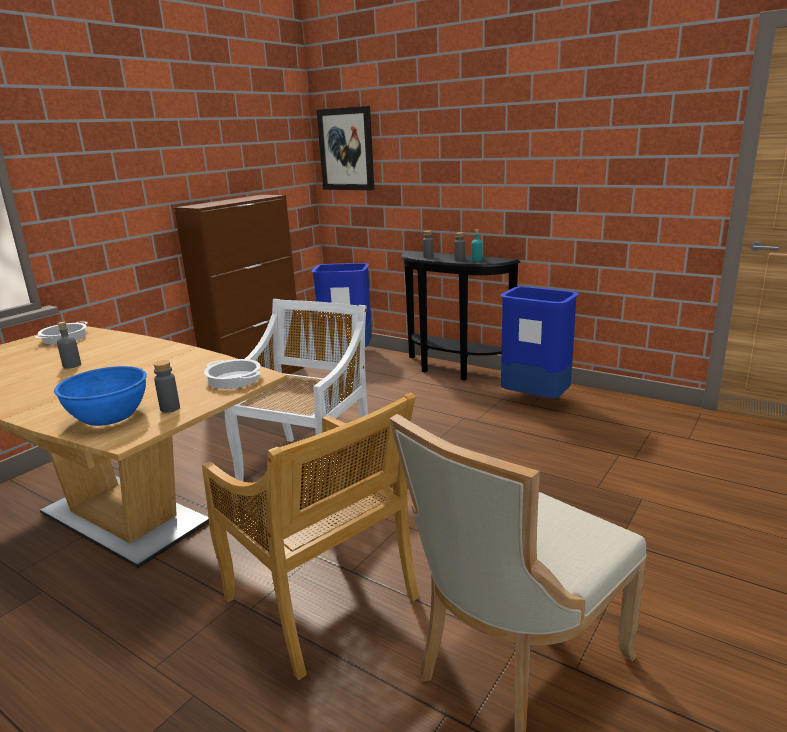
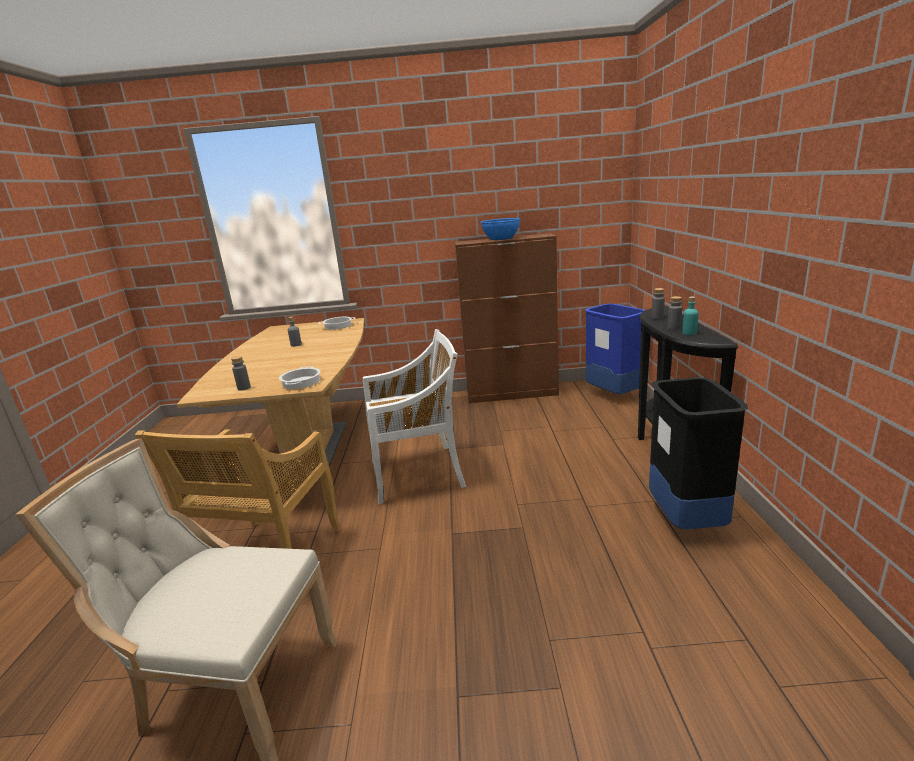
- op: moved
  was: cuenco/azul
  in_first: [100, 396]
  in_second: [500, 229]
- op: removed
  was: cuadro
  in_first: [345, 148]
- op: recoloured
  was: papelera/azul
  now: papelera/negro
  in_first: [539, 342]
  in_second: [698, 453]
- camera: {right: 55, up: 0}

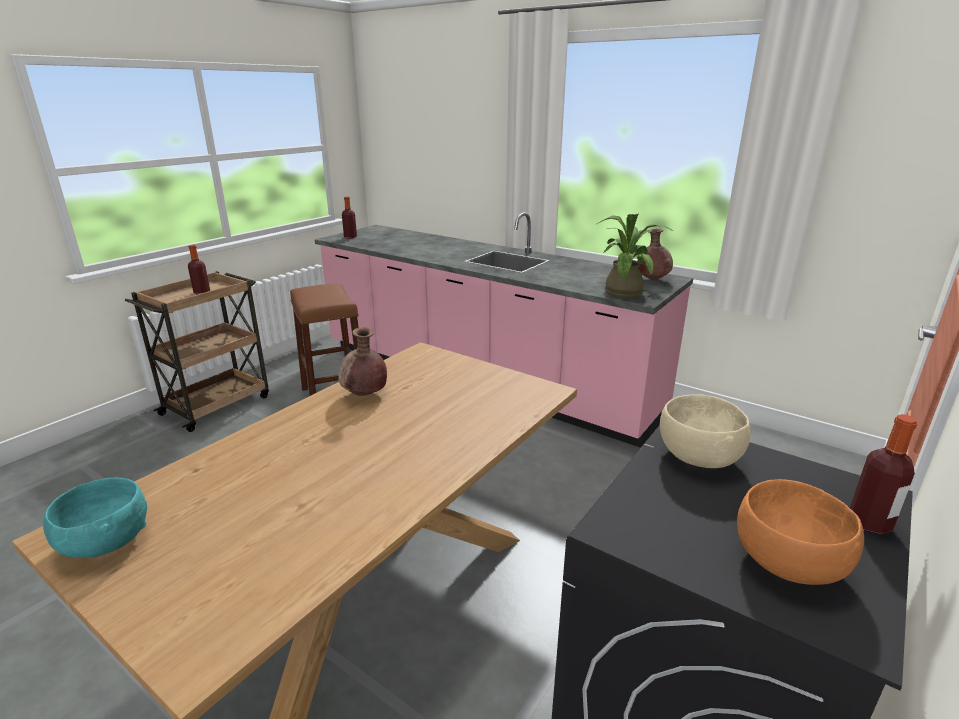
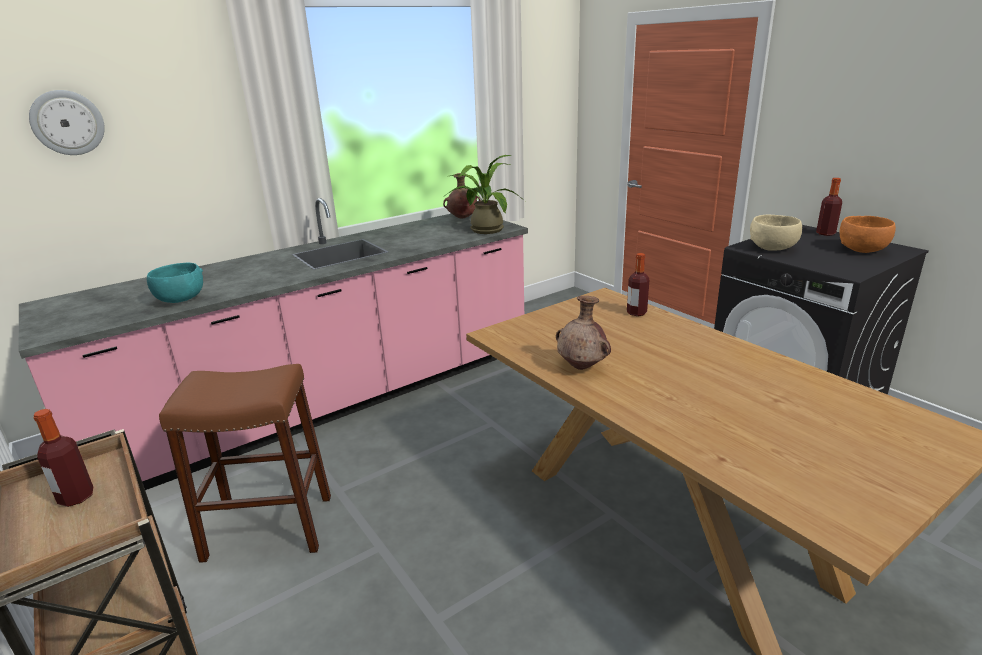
- op: moved
  was: cuenco/turquesa
  in_first: [95, 517]
  in_second: [175, 283]
- op: moved
  was: botella
  in_first: [349, 218]
  in_second: [638, 284]
- op: added
  now: reloj de pared
  in_second: [67, 122]
- camera: {right: -70, up: 0}

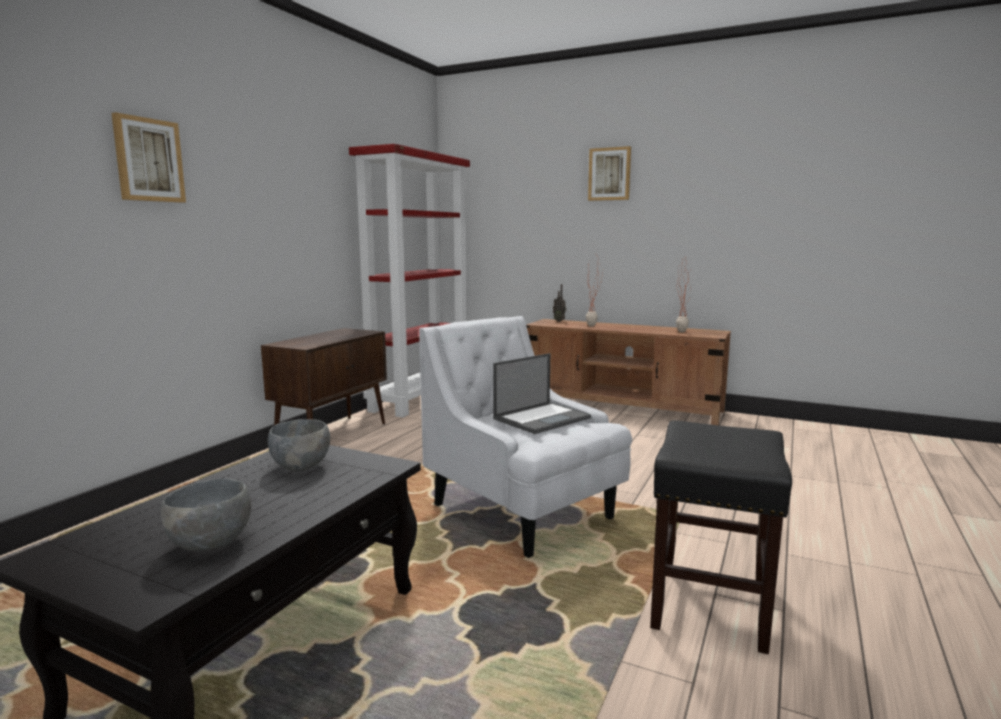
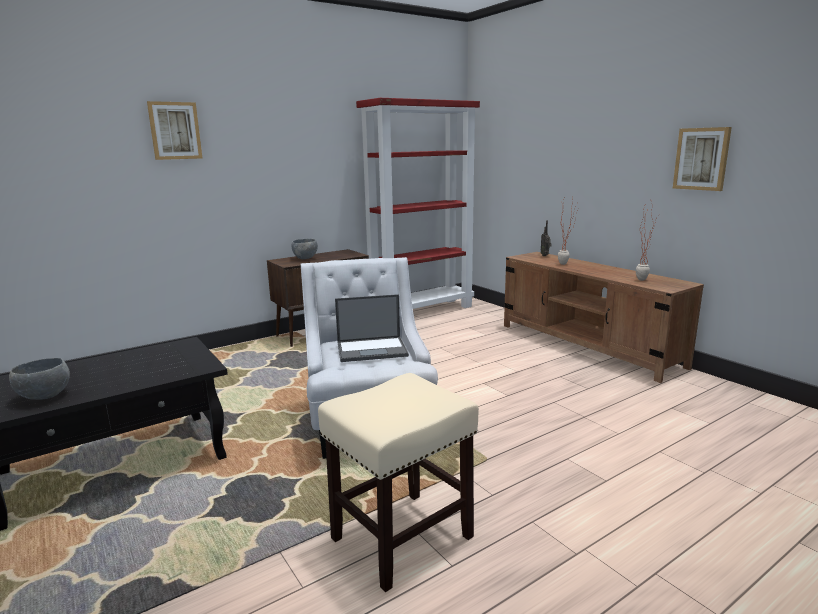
- op: moved
  was: cuenco/gris
  in_first: [299, 445]
  in_second: [305, 249]
- op: moved
  was: cuadro
  in_first: [609, 173]
  in_second: [702, 159]
- op: recoloured
  was: taburete/negro
  now: taburete/beis
  in_first: [721, 537]
  in_second: [398, 482]
- camera: {right: 30, up: 5}

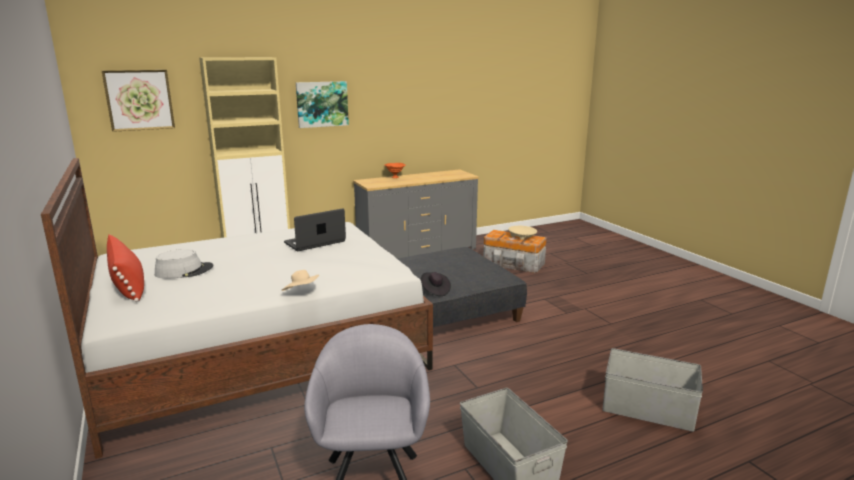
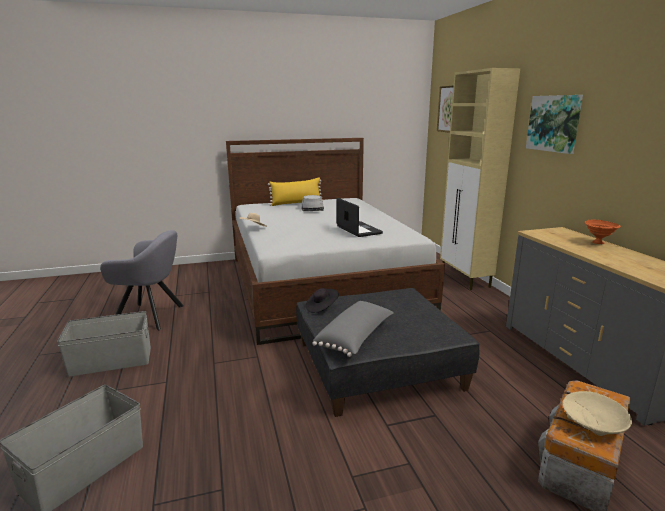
- op: recoloured
  was: cojín/rojo
  now: cojín/amarillo
  in_first: [125, 268]
  in_second: [295, 191]
- op: added
  now: cojín/gris
  in_second: [353, 329]
- camera: {right: 100, up: 0}

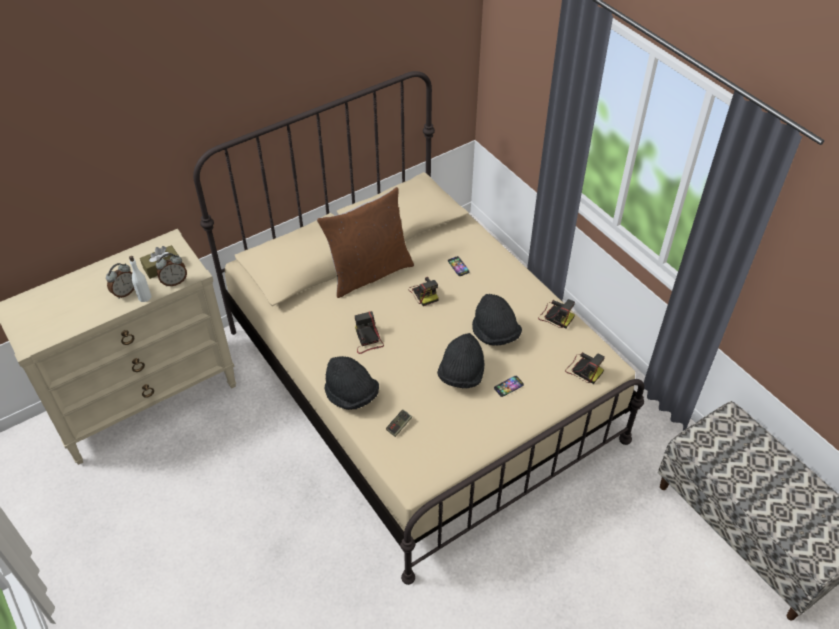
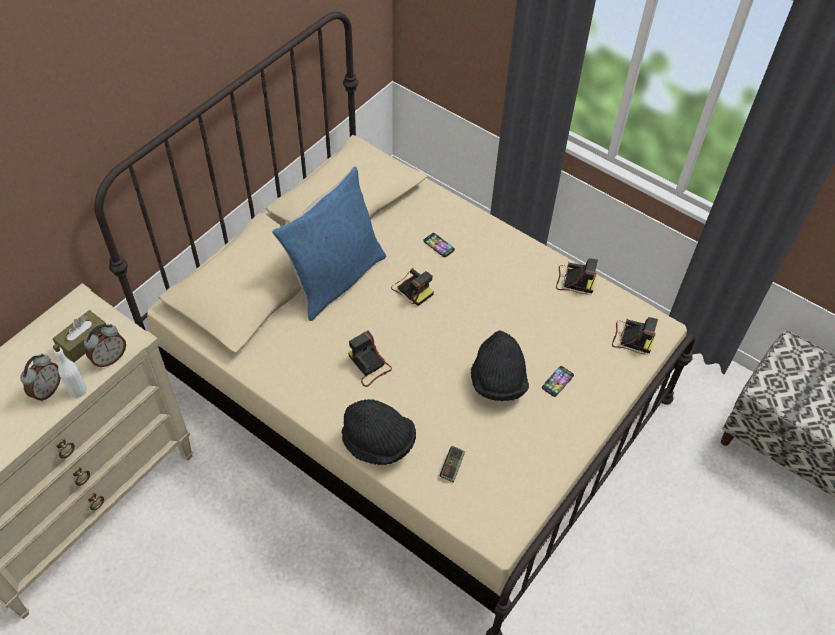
- op: recoloured
  was: cojín/marrón
  now: cojín/azul
  in_first: [365, 242]
  in_second: [329, 244]
- op: removed
  was: sombrero/negro
  in_first: [497, 320]
- camera: {right: -20, up: 5}

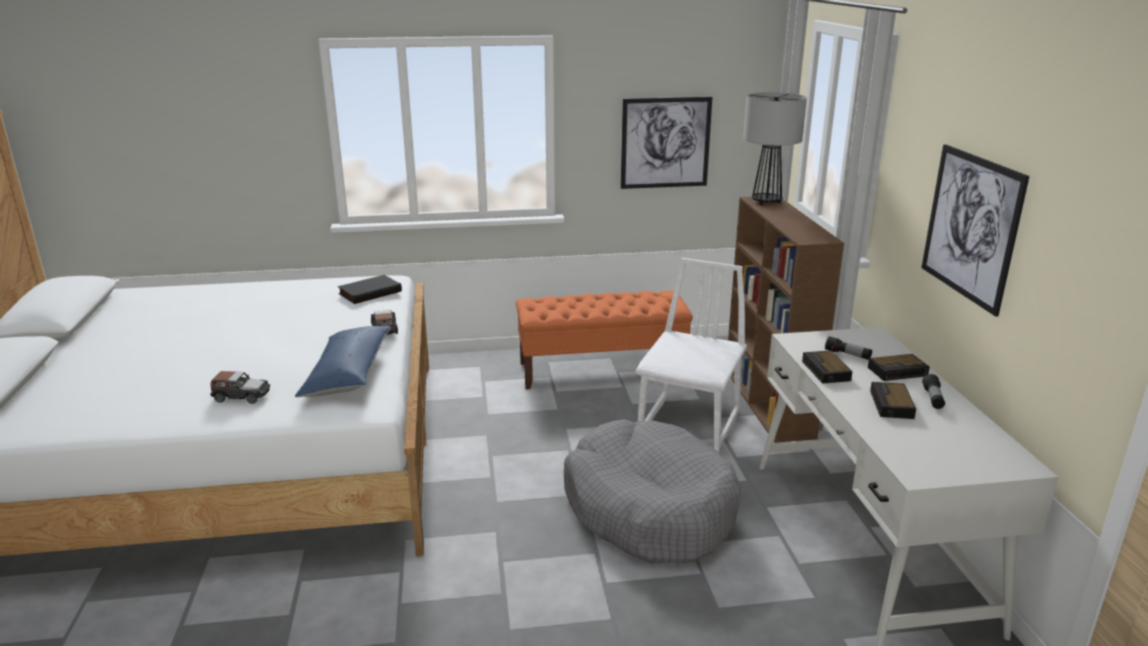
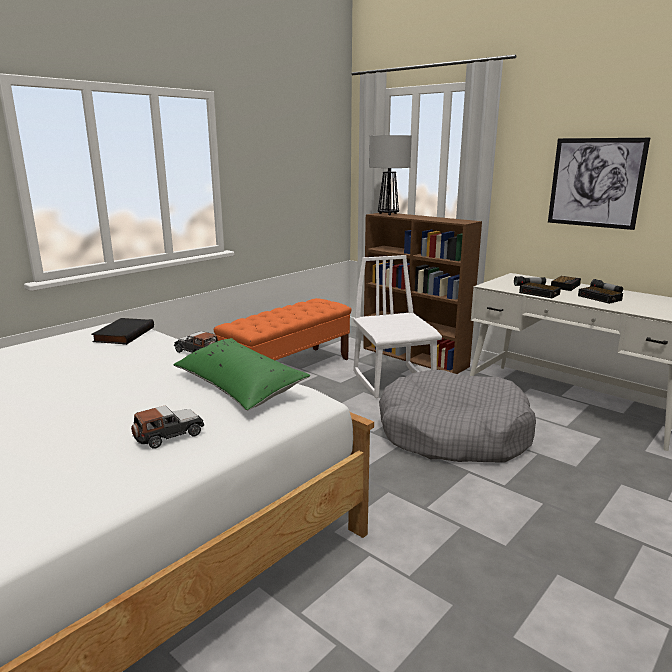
- op: recoloured
  was: cojín/azul
  now: cojín/verde
  in_first: [343, 361]
  in_second: [241, 374]
- op: removed
  was: cuadro
  in_first: [666, 143]
- camera: {right: -40, up: -5}

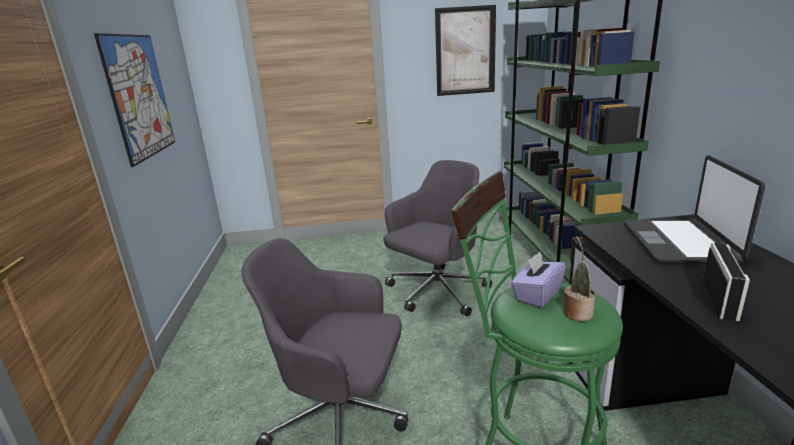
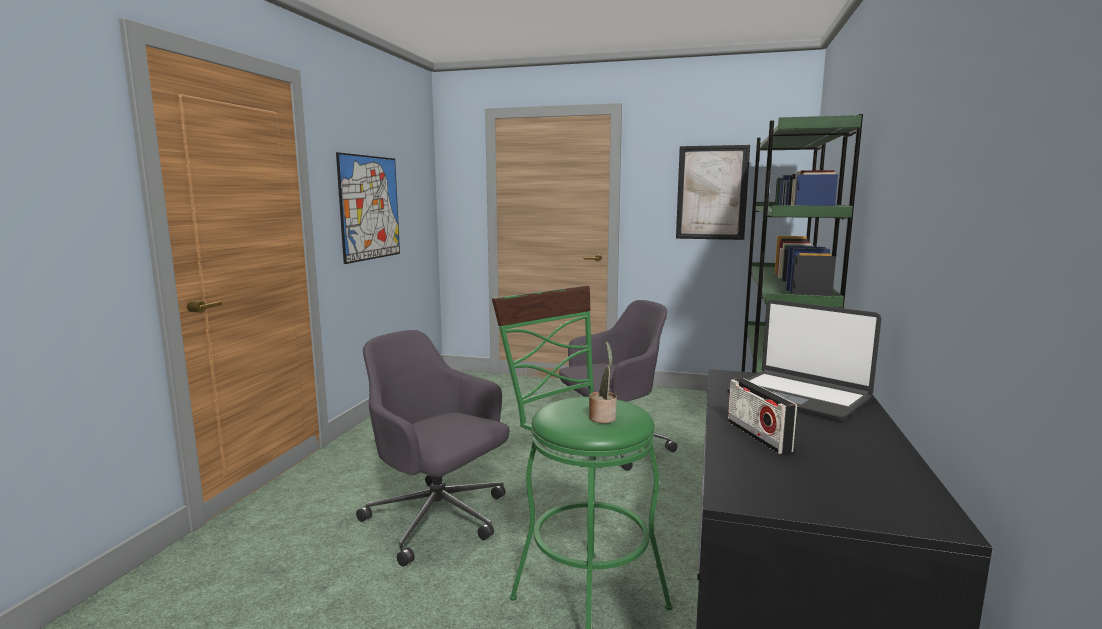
- op: removed
  was: caja de pañuelos/morado
  in_first: [538, 279]
- op: turned
  was: portátil
  in_first: [694, 209]
  in_second: [804, 359]
  clockwise: -75
- op: turned
  was: radio
  in_first: [726, 282]
  in_second: [762, 416]
  clockwise: 120
- camera: {right: 20, up: -10}

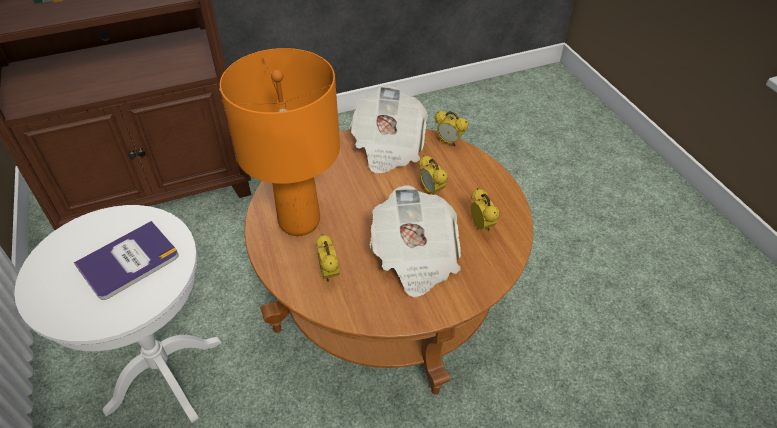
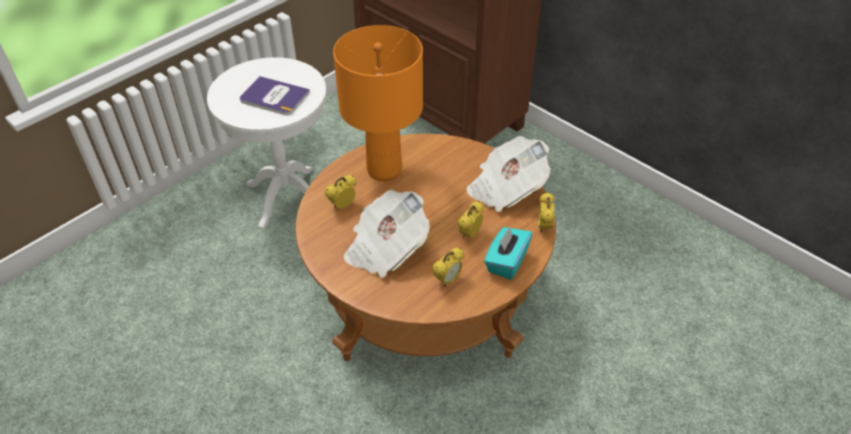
- op: added
  now: caja de pañuelos/turquesa
  in_second: [508, 253]
- camera: {right: 65, up: 0}

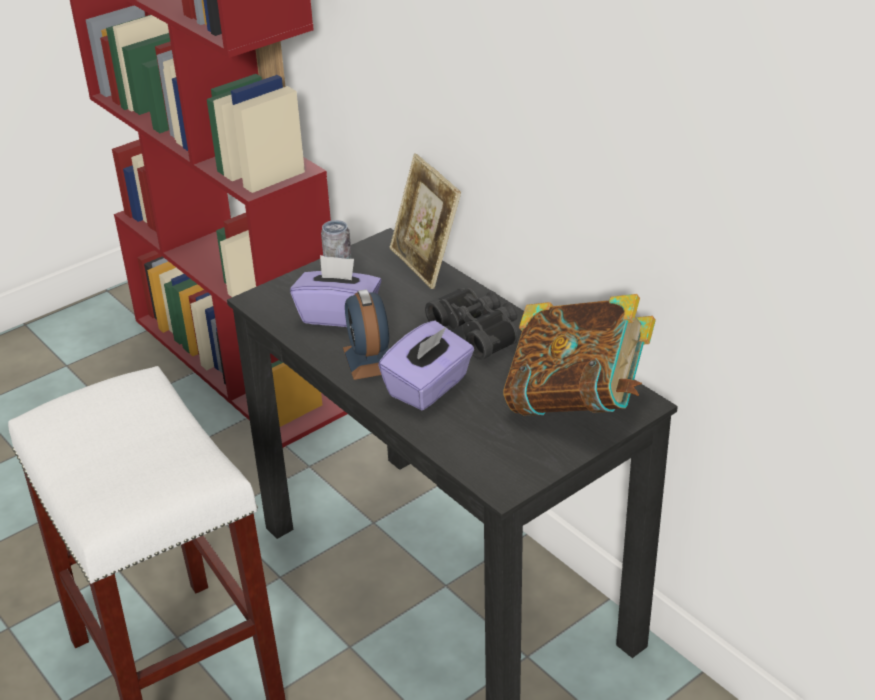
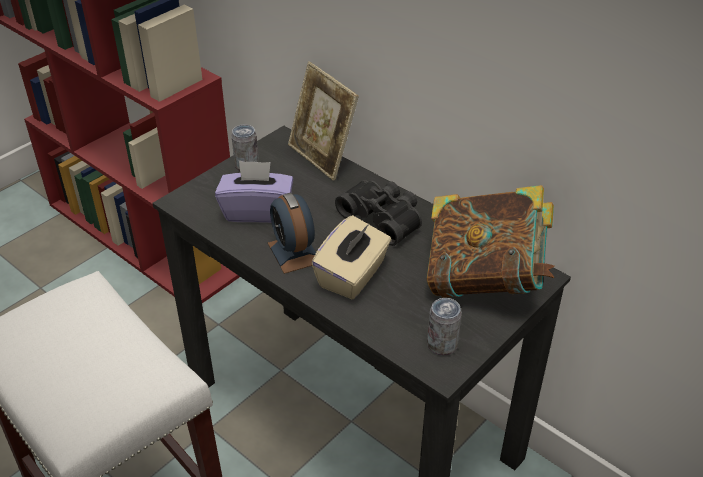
- op: recoloured
  was: caja de pañuelos/morado
  now: caja de pañuelos/beis
  in_first: [426, 365]
  in_second: [351, 257]
- op: added
  now: lata
  in_second: [444, 327]
- camera: {right: -10, up: 5}

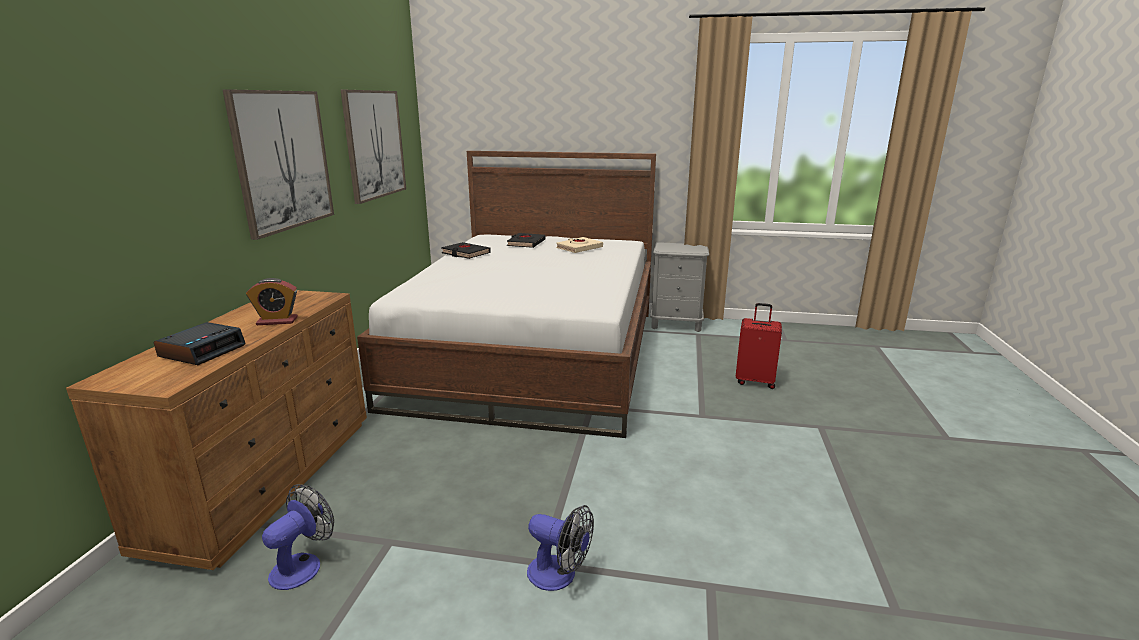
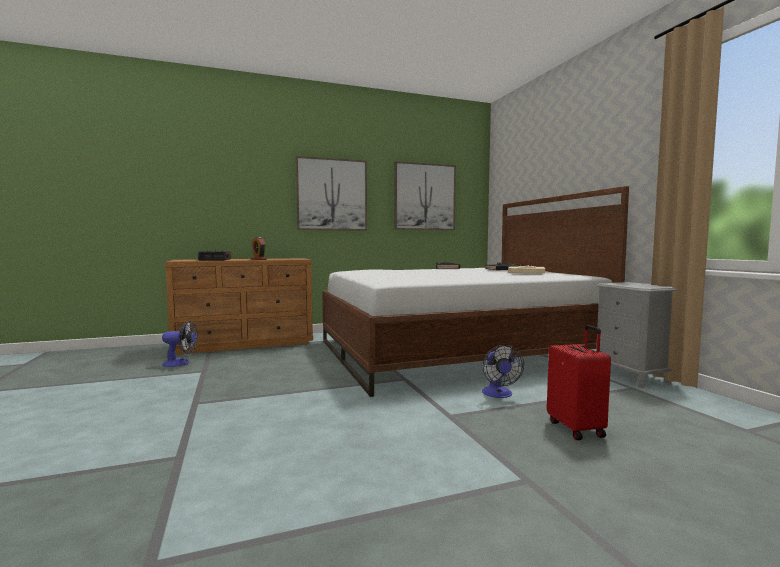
- op: moved
  was: ventilador
  in_first: [560, 548]
  in_second: [503, 371]
- camera: {right: 60, up: -15}

